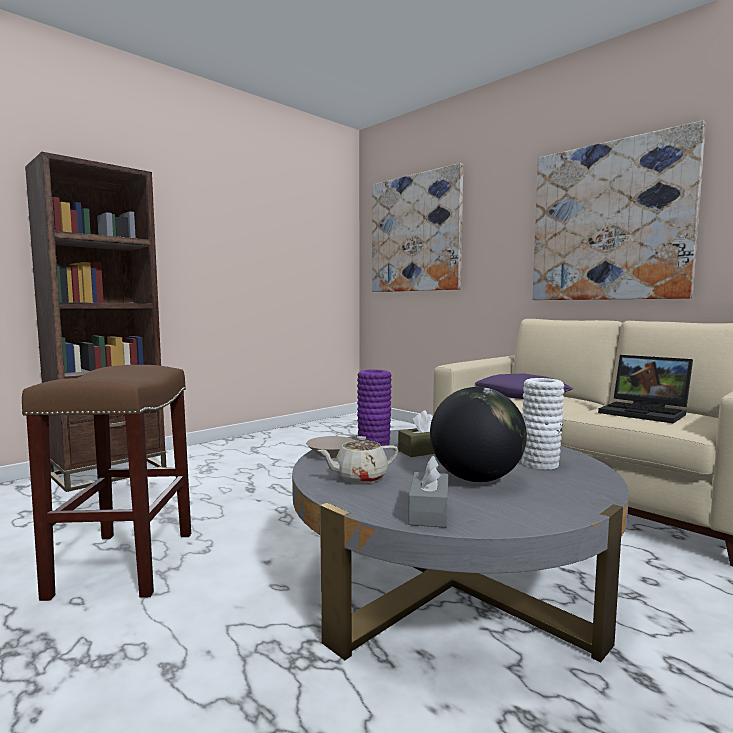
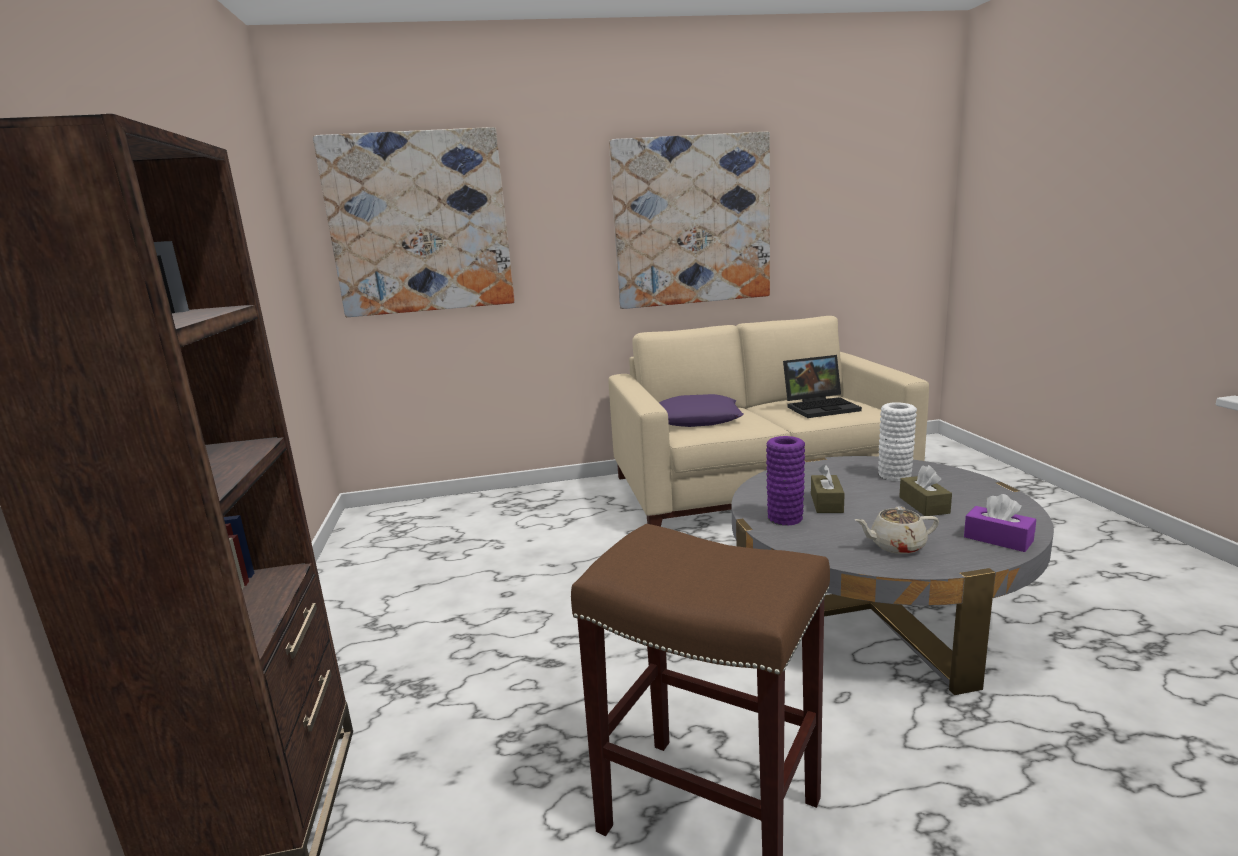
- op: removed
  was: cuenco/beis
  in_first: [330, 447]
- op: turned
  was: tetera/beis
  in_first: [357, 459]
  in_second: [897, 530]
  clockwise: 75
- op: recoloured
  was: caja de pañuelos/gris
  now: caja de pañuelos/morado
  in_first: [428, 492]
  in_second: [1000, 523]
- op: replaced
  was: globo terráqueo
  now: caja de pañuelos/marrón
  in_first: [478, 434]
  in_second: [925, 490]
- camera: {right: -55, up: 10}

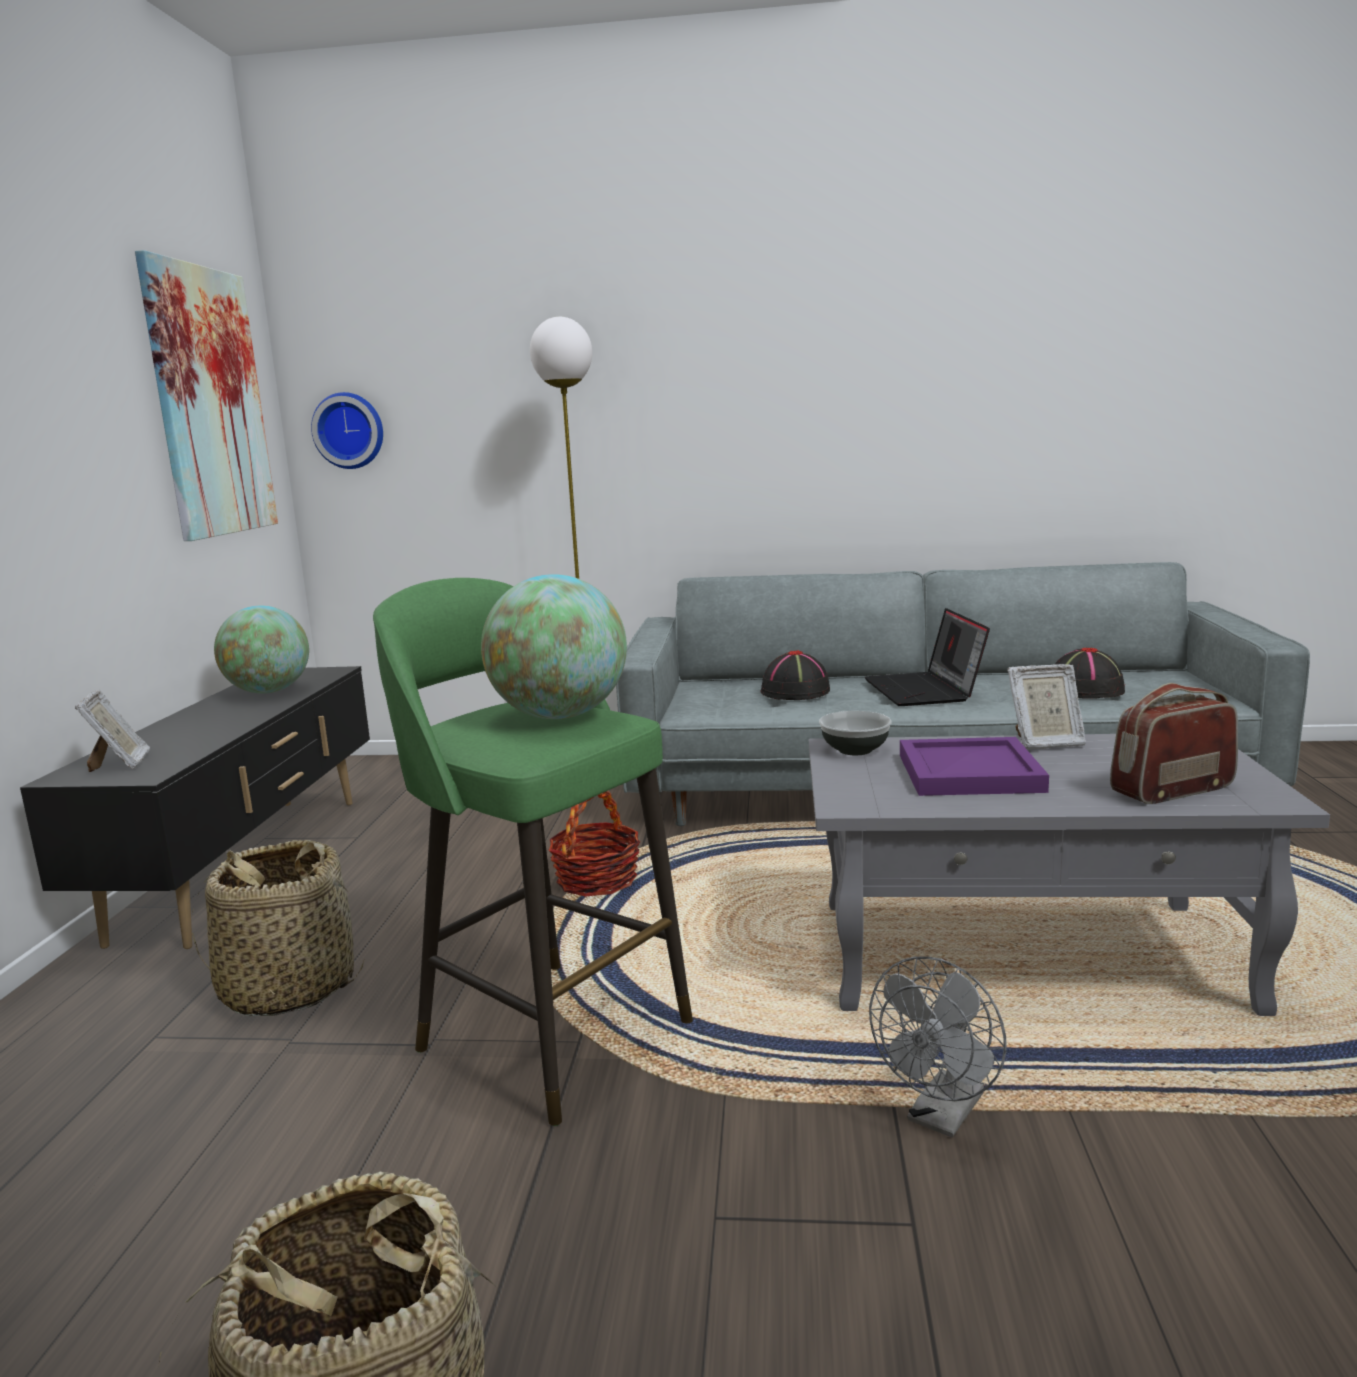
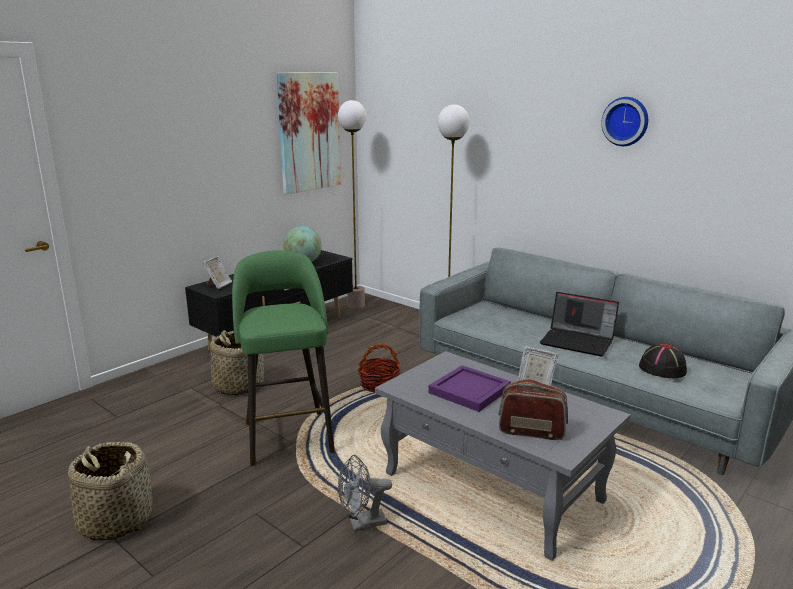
- op: moved
  was: reloj de pared
  in_first: [347, 430]
  in_second: [624, 121]
- op: removed
  was: globo terráqueo
  in_first: [554, 646]
- op: removed
  was: sombrero/negro
  in_first: [795, 675]
- op: removed
  was: cuenco
  in_first: [855, 733]
- op: turned
  was: portátil
  in_first: [927, 657]
  in_second: [579, 324]
  clockwise: -90
- op: added
  now: lámpara de pie
  in_second: [352, 204]
- camera: {right: 35, up: 5}

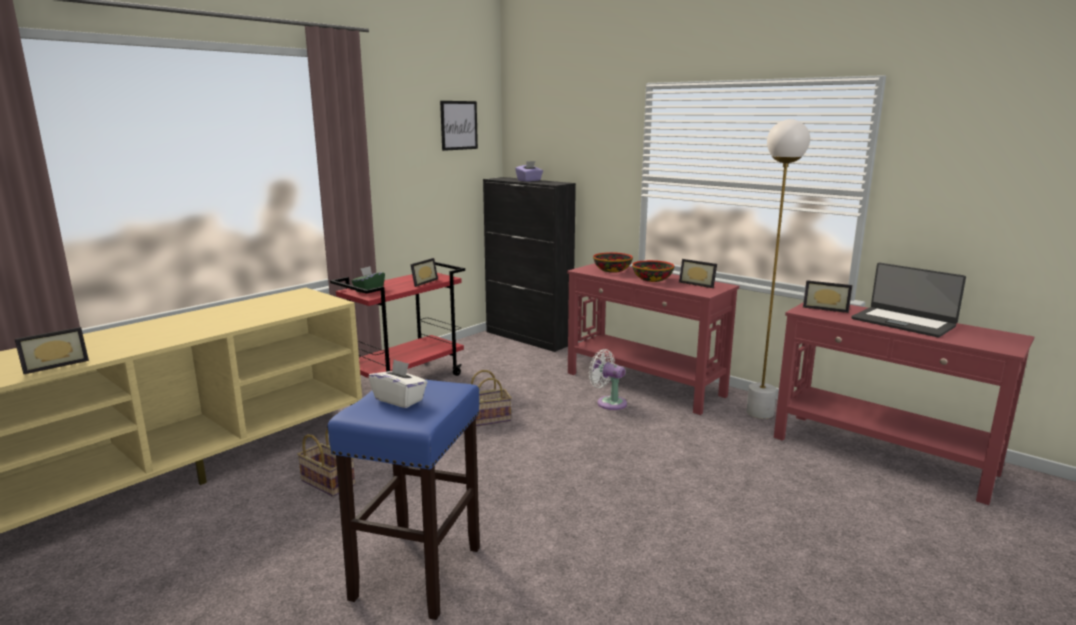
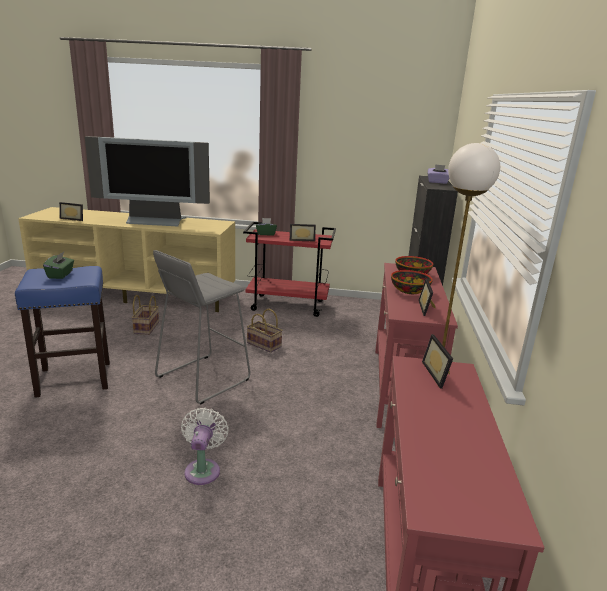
- op: recoloured
  was: caja de pañuelos/blanco
  now: caja de pañuelos/verde
  in_first: [398, 383]
  in_second: [58, 265]
- op: removed
  was: cuadro
  in_first: [459, 126]
- op: moved
  was: ventilador/blanco
  in_first: [608, 379]
  in_second: [205, 446]
- op: removed
  was: portátil
  in_first: [909, 300]
- op: added
  now: televisor
  in_second: [147, 181]
- op: added
  now: taburete/gris
  in_second: [201, 327]
- camera: {right: 55, up: 5}

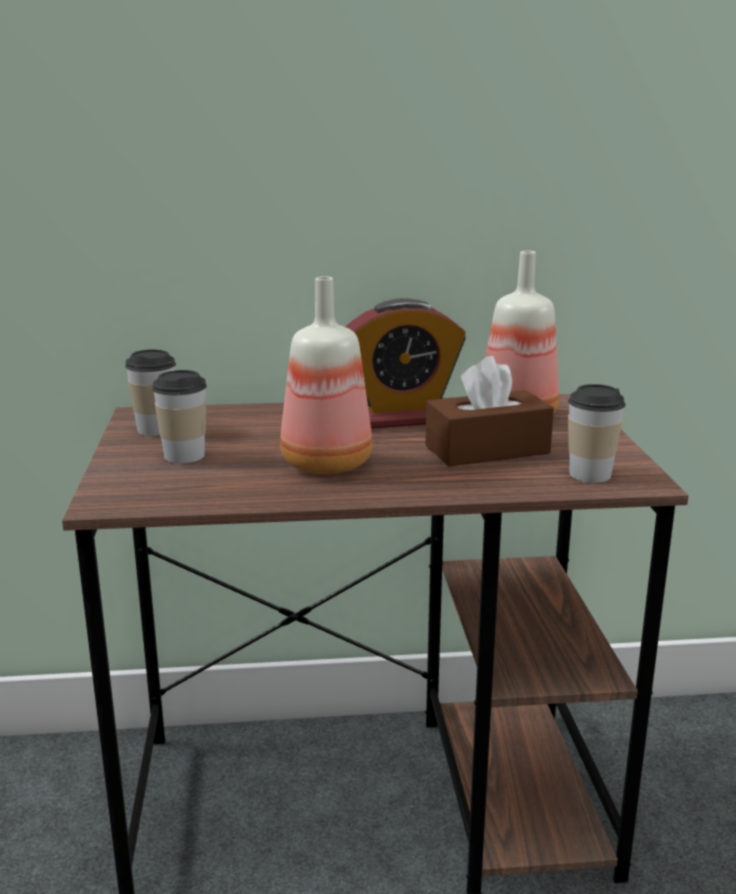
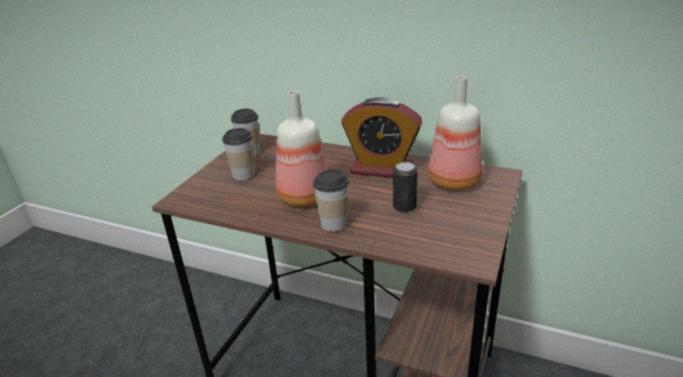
- op: replaced
  was: caja de pañuelos/marrón
  now: lata
  in_first: [489, 411]
  in_second: [405, 187]
- op: moved
  was: taza
  in_first: [597, 433]
  in_second: [331, 201]
- camera: {right: 30, up: 10}

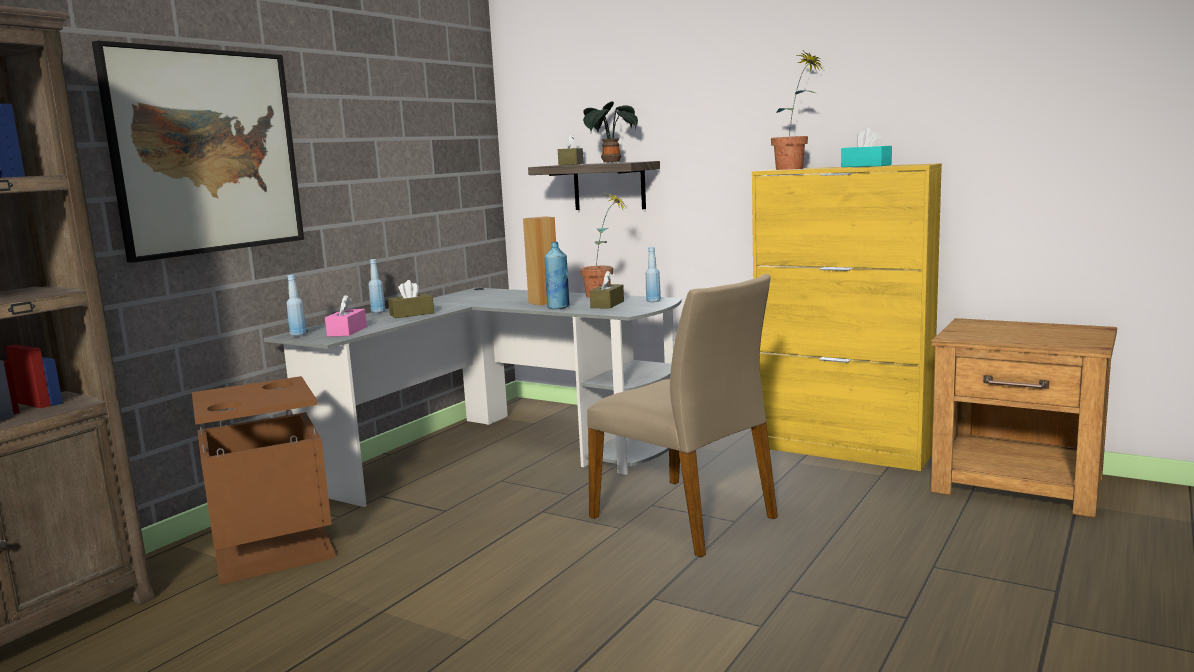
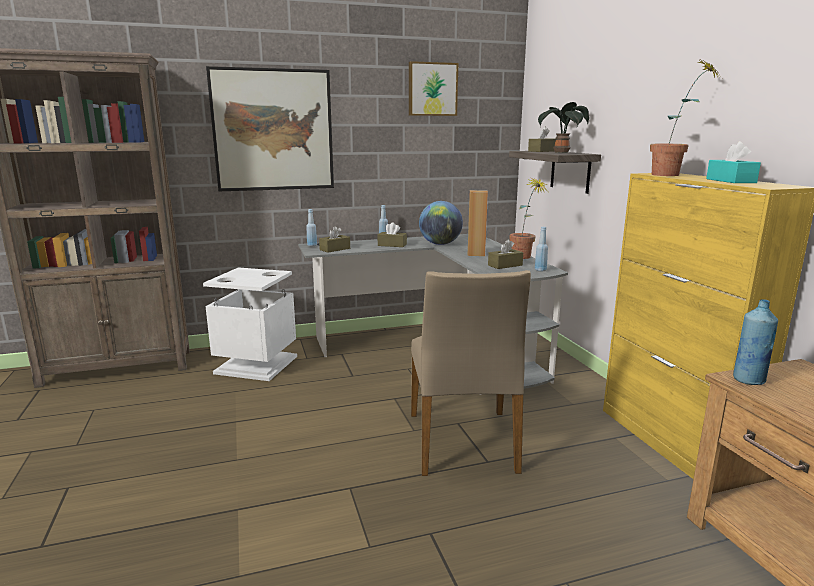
- op: recoloured
  was: papelera/marrón
  now: papelera/blanco
  in_first: [264, 480]
  in_second: [250, 324]
- op: recoloured
  was: caja de pañuelos/rosa
  now: caja de pañuelos/marrón
  in_first: [346, 316]
  in_second: [334, 239]
- op: moved
  was: botella/azul
  in_first: [557, 275]
  in_second: [755, 342]
- op: added
  now: cuadro
  in_second: [433, 88]
- op: added
  now: globo terráqueo
  in_second: [441, 223]
- camera: {right: 40, up: 5}

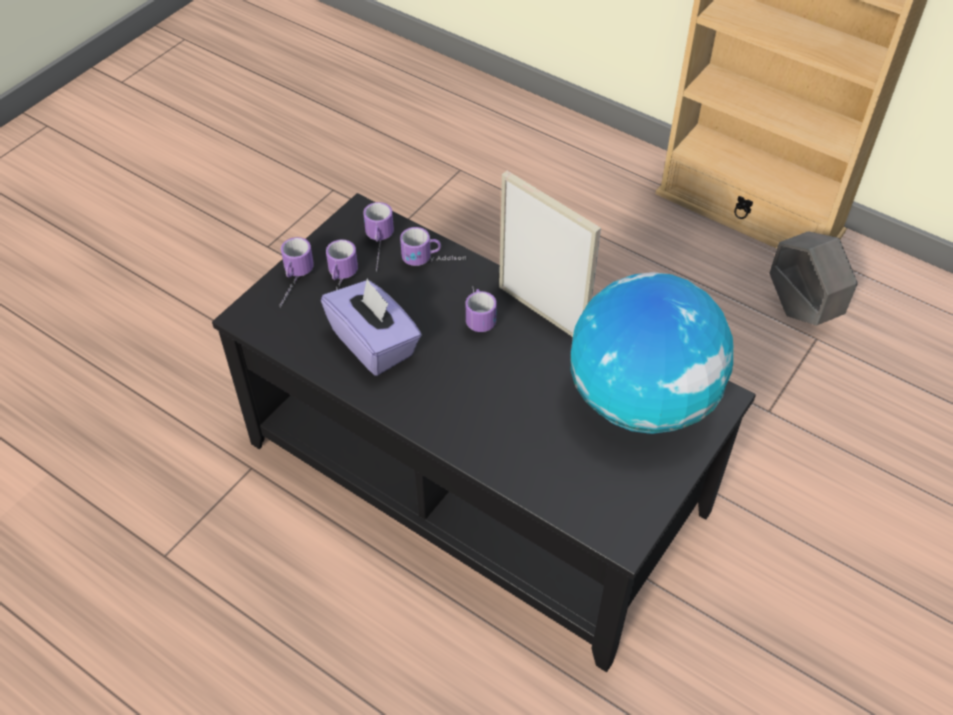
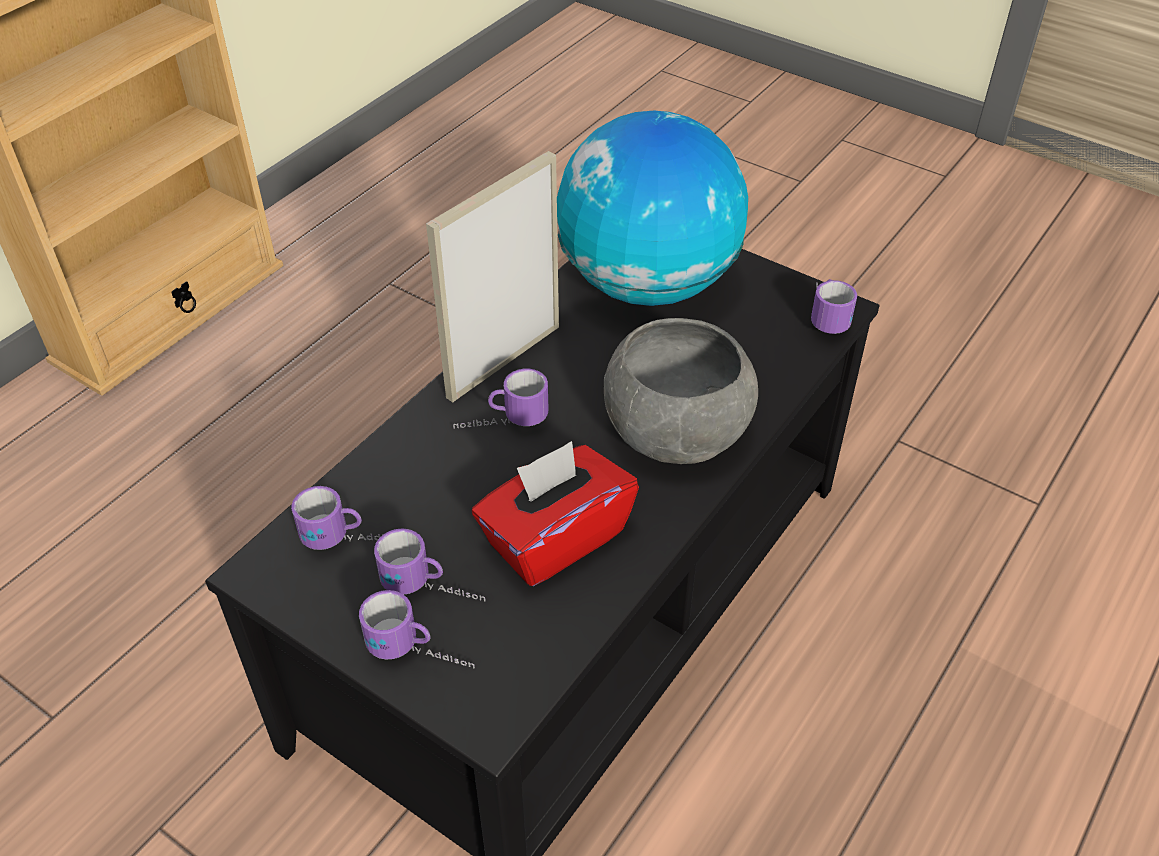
- op: recoloured
  was: caja de pañuelos/morado
  now: caja de pañuelos/rojo
  in_first: [371, 327]
  in_second: [555, 513]
- op: moved
  was: taza grande
  in_first: [433, 246]
  in_second: [834, 306]
- op: removed
  was: maceta/gris
  in_first: [813, 278]
- op: added
  now: cuenco/gris
  in_second: [681, 391]
- camera: {right: -90, up: -5}

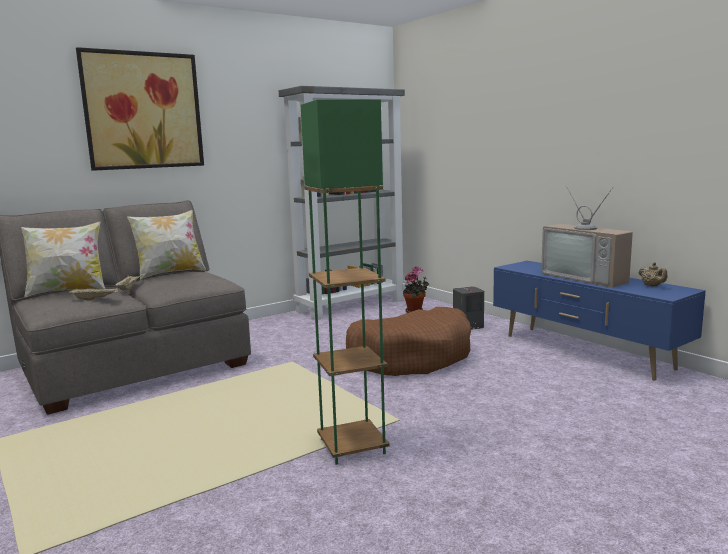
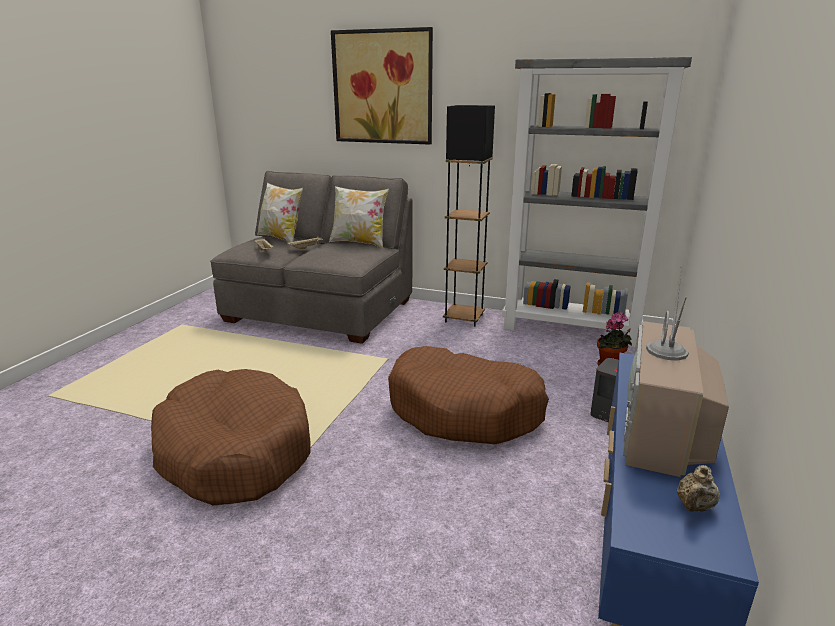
- op: replaced
  was: lámpara de pie/verde
  now: cama para perro/marrón
  in_first: [345, 282]
  in_second: [231, 437]
- op: added
  now: lámpara de pie/negro
  in_second: [469, 215]
- camera: {right: 55, up: 10}

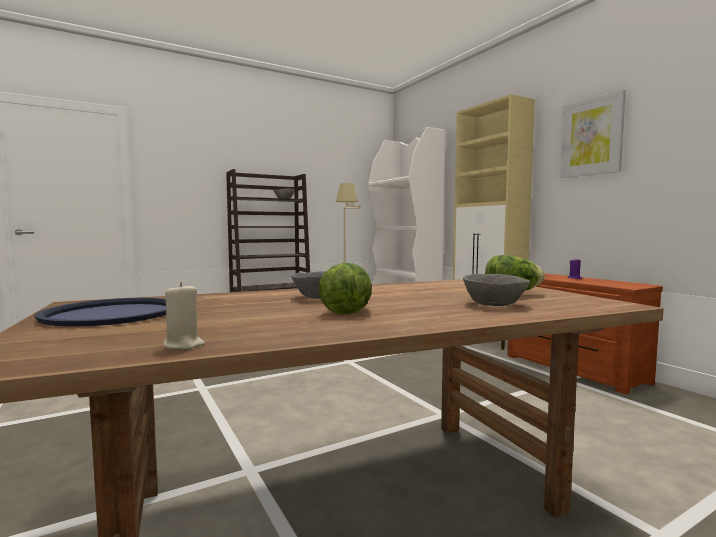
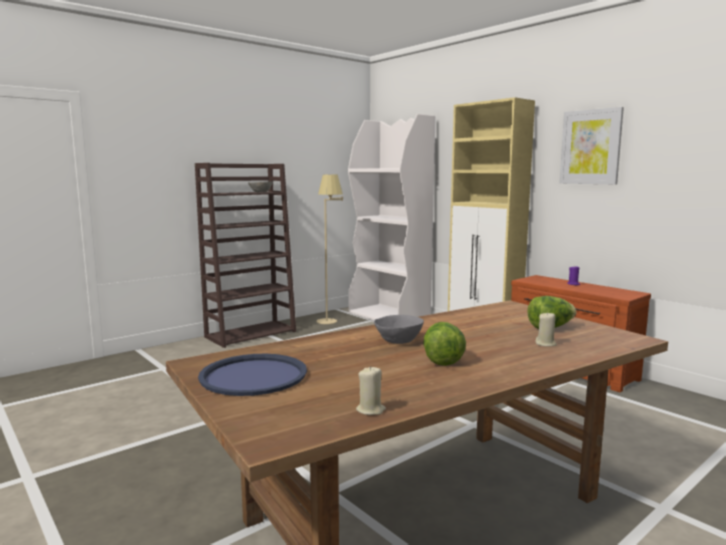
- op: replaced
  was: cuenco/gris
  now: vela/beis
  in_first: [496, 290]
  in_second: [546, 329]
- camera: {right: -10, up: 5}

